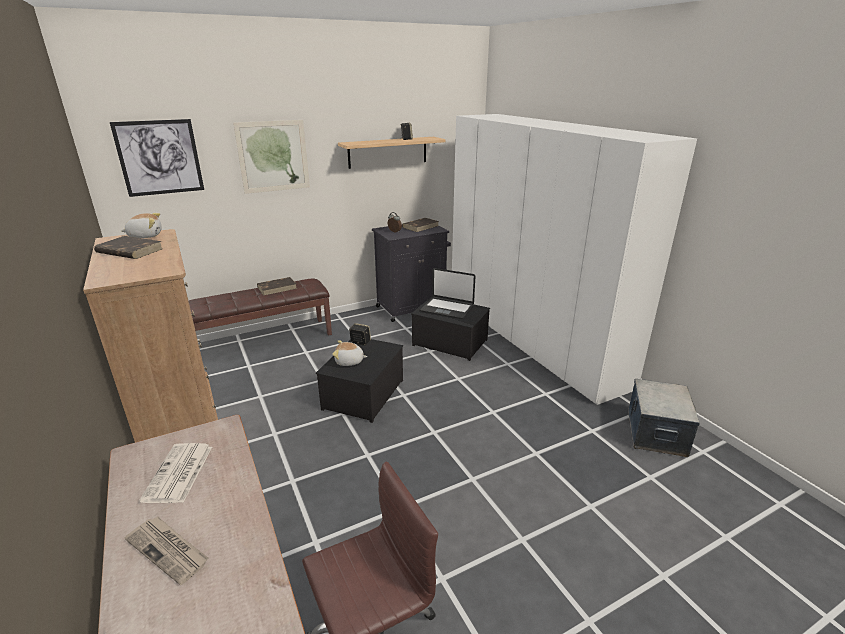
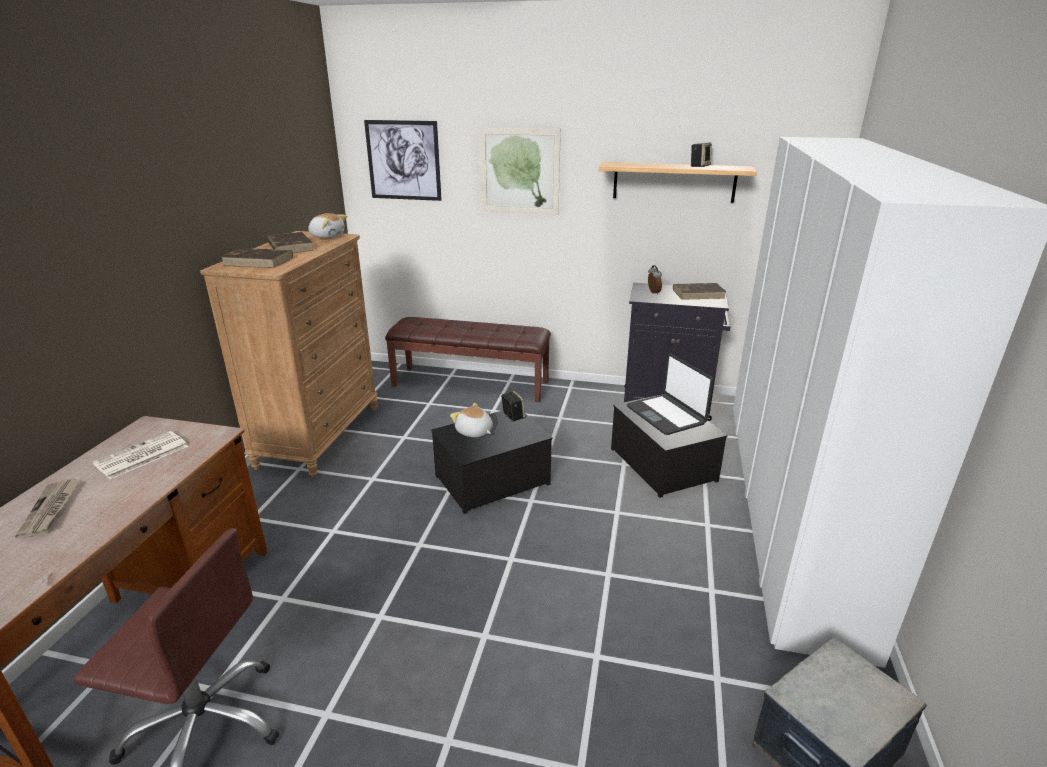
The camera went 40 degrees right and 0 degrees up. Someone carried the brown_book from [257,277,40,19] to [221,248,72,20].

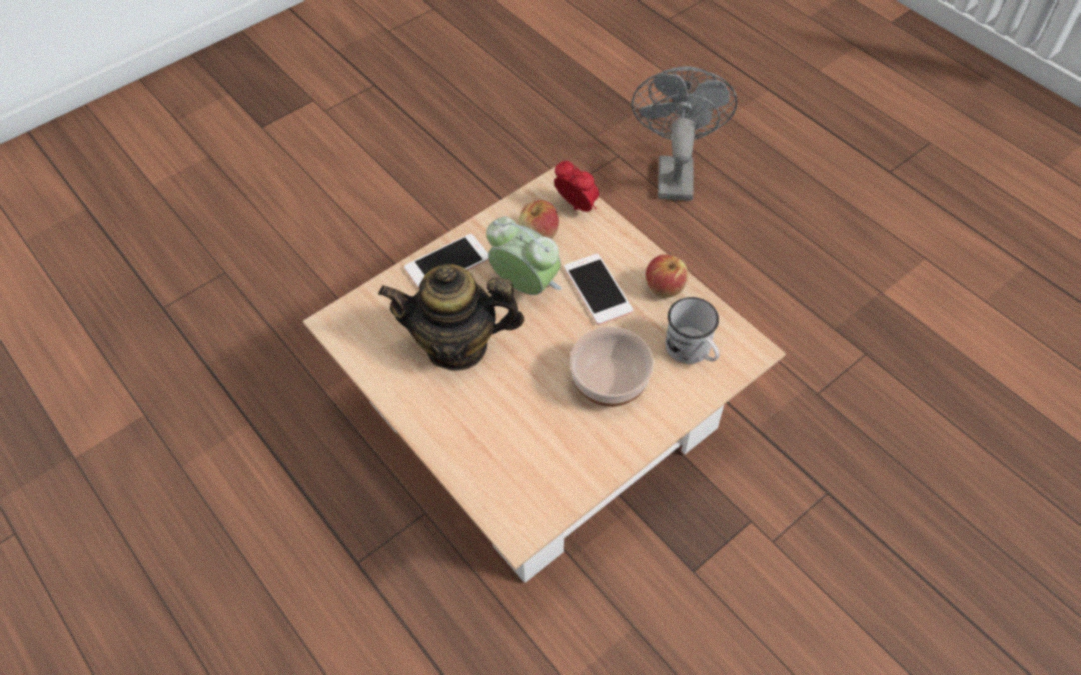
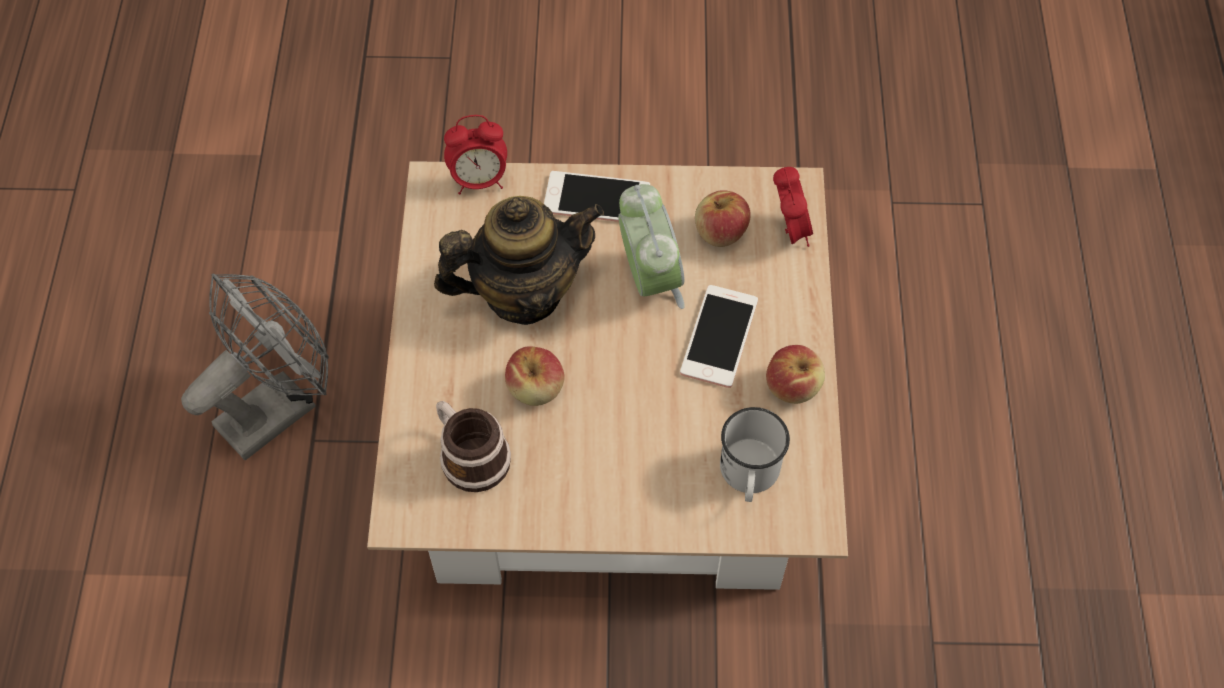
The camera went 40 degrees right and 5 degrees up. Someone took away the bowl at [570,327,84,80]. Someone put down the mug at [436,401,75,91]. Someone put down the alarm_clock at [444,115,63,80]. Someone put down the apple at [505,347,60,59]. Someone carried the grey_fan from [631,66,106,135] to [181,274,148,186]. Someone rotated the teapot at [379,264,146,107] by 120 degrees clockwise.

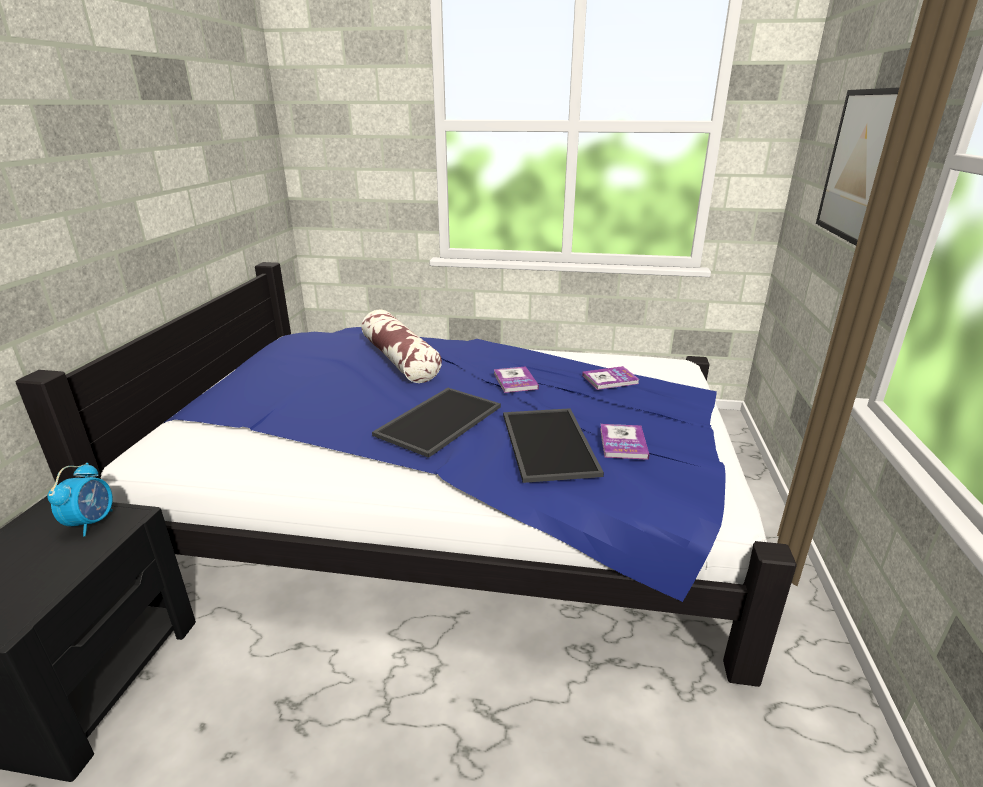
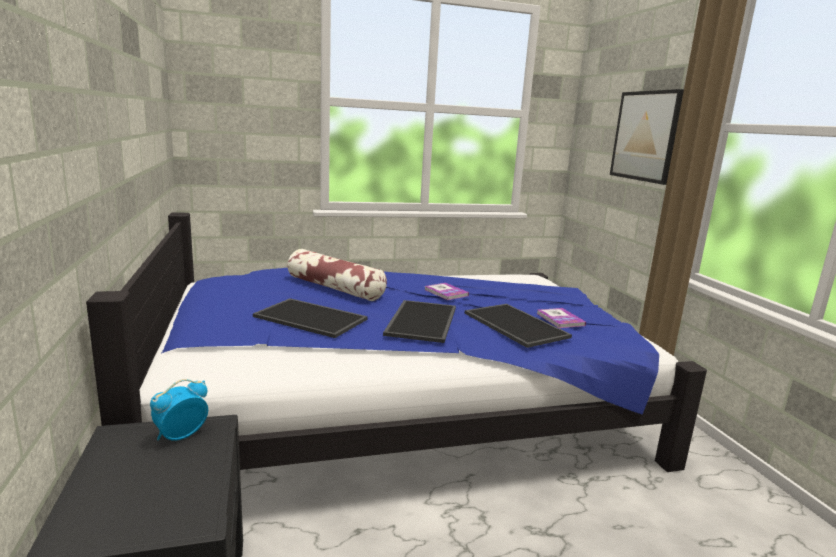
The camera went 25 degrees left and 10 degrees down. Someone took away the book at [582,366,58,24]. Someone put down the tray at [253,298,115,40]. Someone rotated the alarm_clock at [47,463,66,73] by 120 degrees counterclockwise.

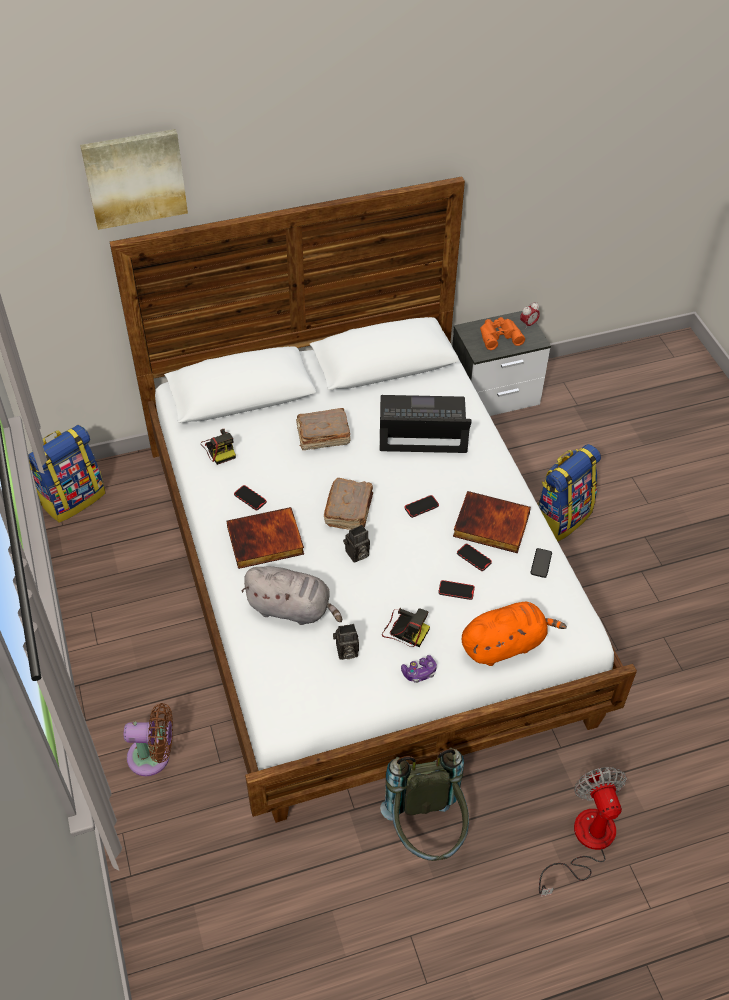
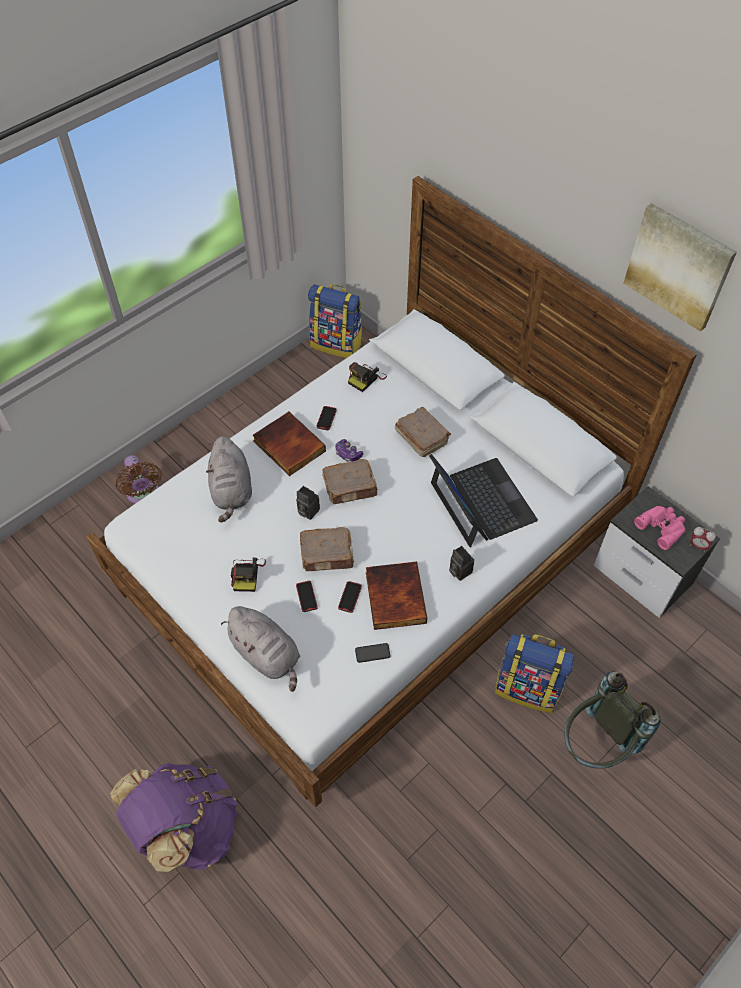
The camera went 65 degrees right and 5 degrees up. Someone took away the phone at [404,495,35,23]. Someone put down the brown_book at [300,527,54,44]. Someone carried the picture from [80,129,108,101] to [623,203,114,129]. Someone carried the photo_camera from [333,624,26,36] to [449,546,25,35]. Someone carried the grey_backpack from [380,748,89,113] to [564,671,97,98]. Someone carried the game_controller from [401,655,36,28] to [336,439,27,23]. Someone swapped the fan at [539,767,88,130] for the purple_backpack at [110,763,128,109]. Someone repainted the orange_plush_toy at [462,602,105,64], which became the grey_plush_toy at [221,606,79,86]. Someone repainted the orange_binoculars at [480,317,45,33], which became the pink_binoculars at [634,506,52,44].

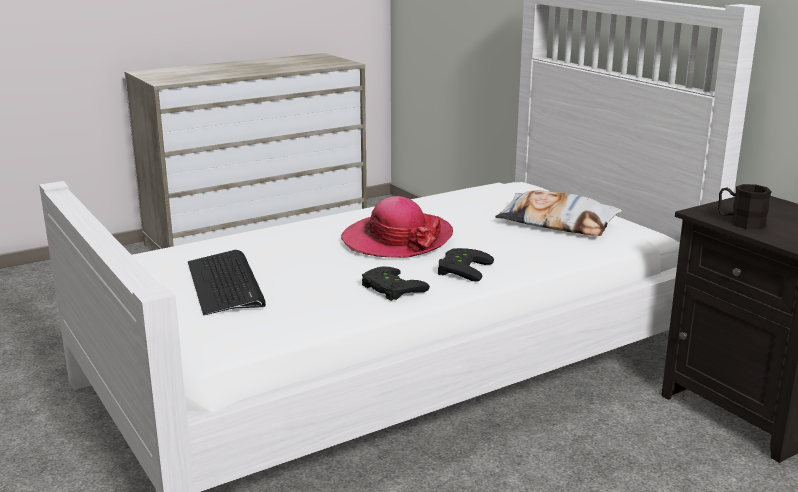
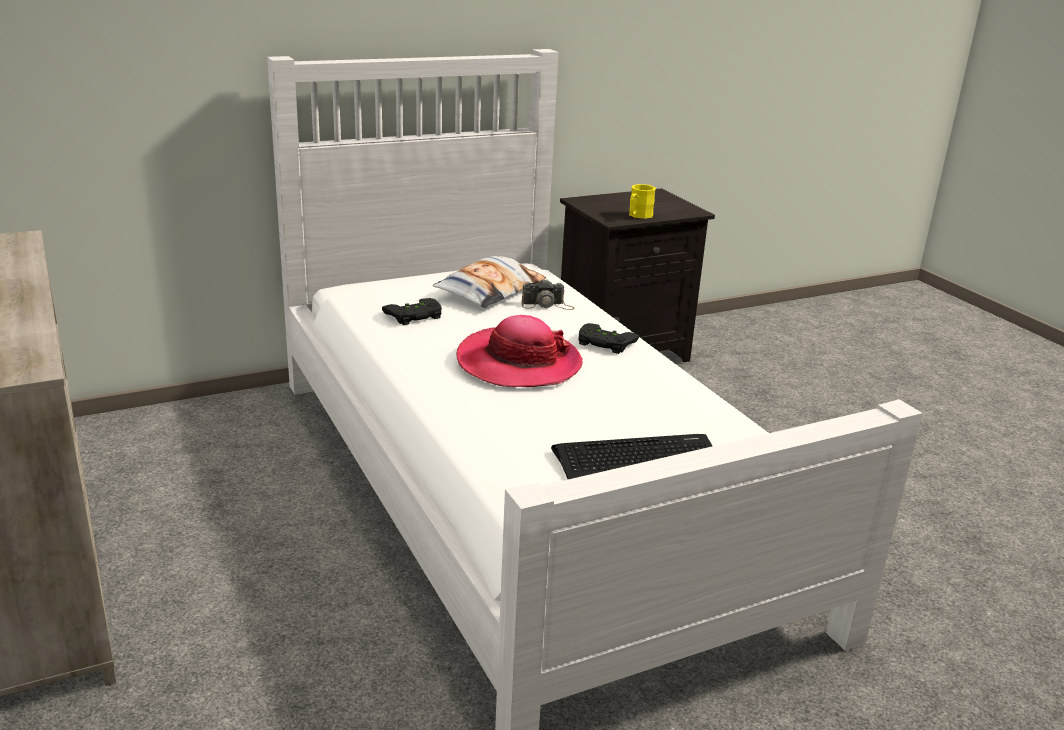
The camera went 85 degrees left and 5 degrees up. Someone put down the photo_camera at [522,279,53,31]. Someone carried the black_game_controller from [362,267,68,34] to [382,298,60,27]. Someone repainted the black_mug at [718,184,54,46], which became the yellow_mug at [629,184,27,35].

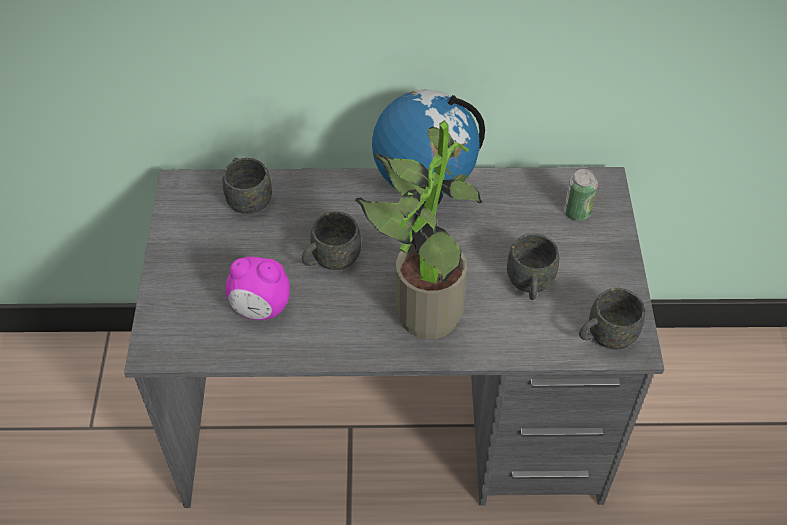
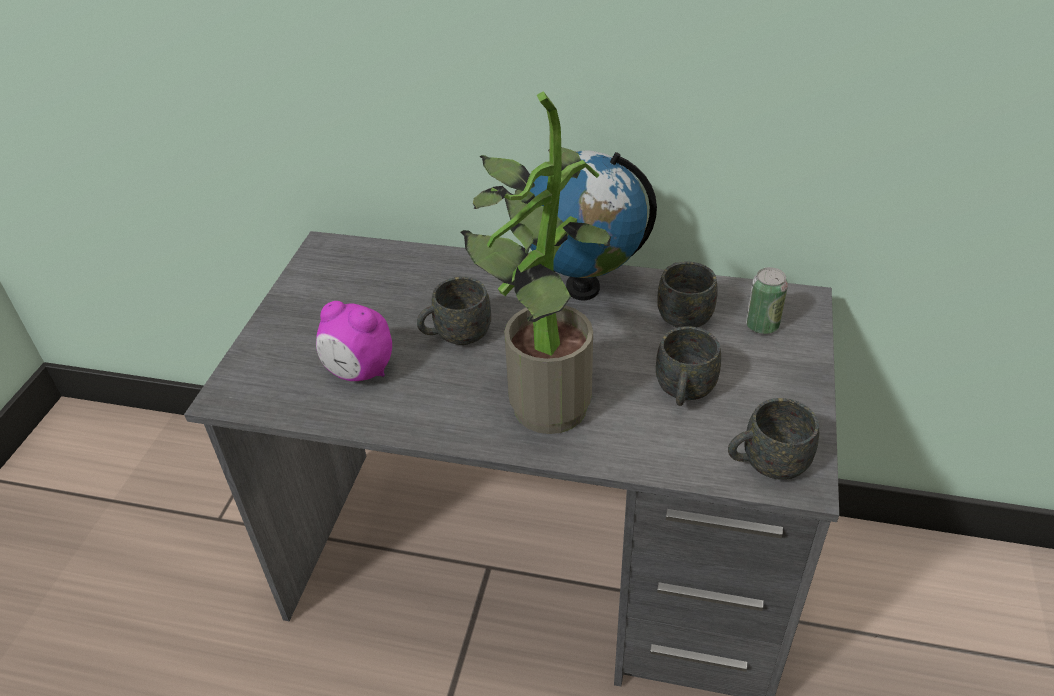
The camera went 15 degrees right and 10 degrees down. Someone carried the grey_mug from [222,158,50,56] to [657,261,61,67].

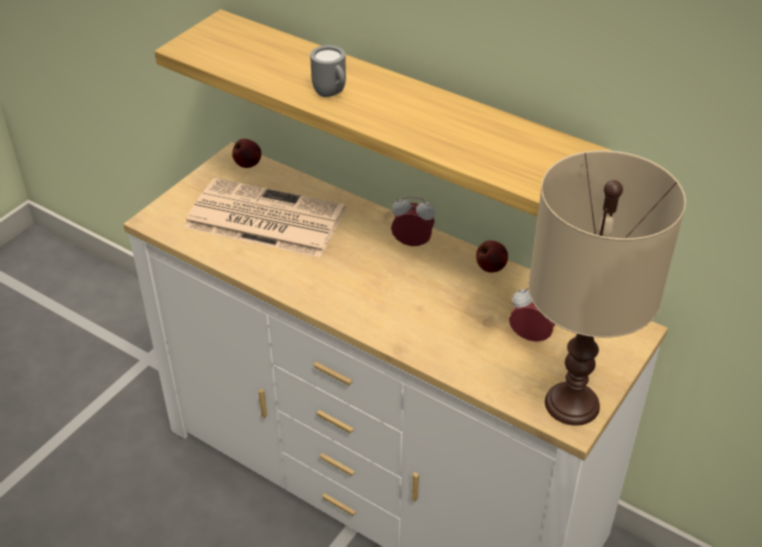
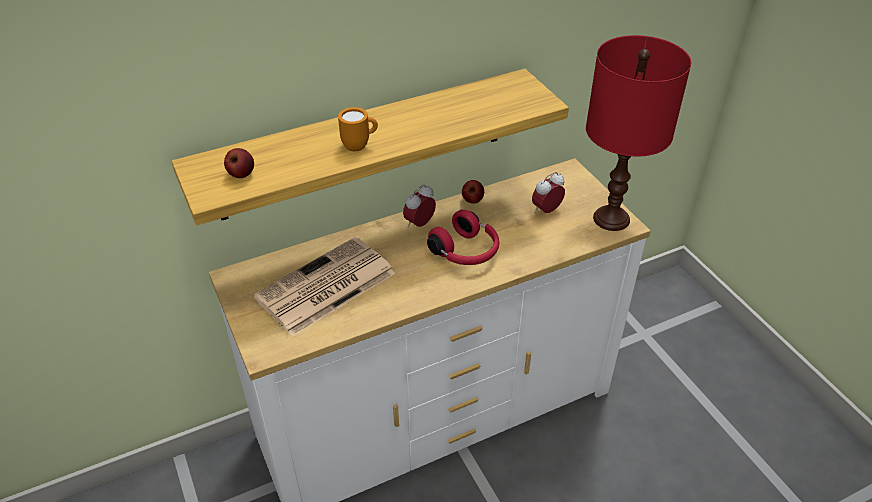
The camera went 60 degrees left and 0 degrees up. Someone put down the red_headphones at [427,209,72,56]. Someone carried the apple from [232,139,29,29] to [224,148,30,30]. Someone repainted the grey_mug at [310,45,36,52], which became the orange_mug at [338,107,40,44]. Someone repainted the beige_table_lamp at [528,150,158,276], which became the red_table_lamp at [586,35,105,196].

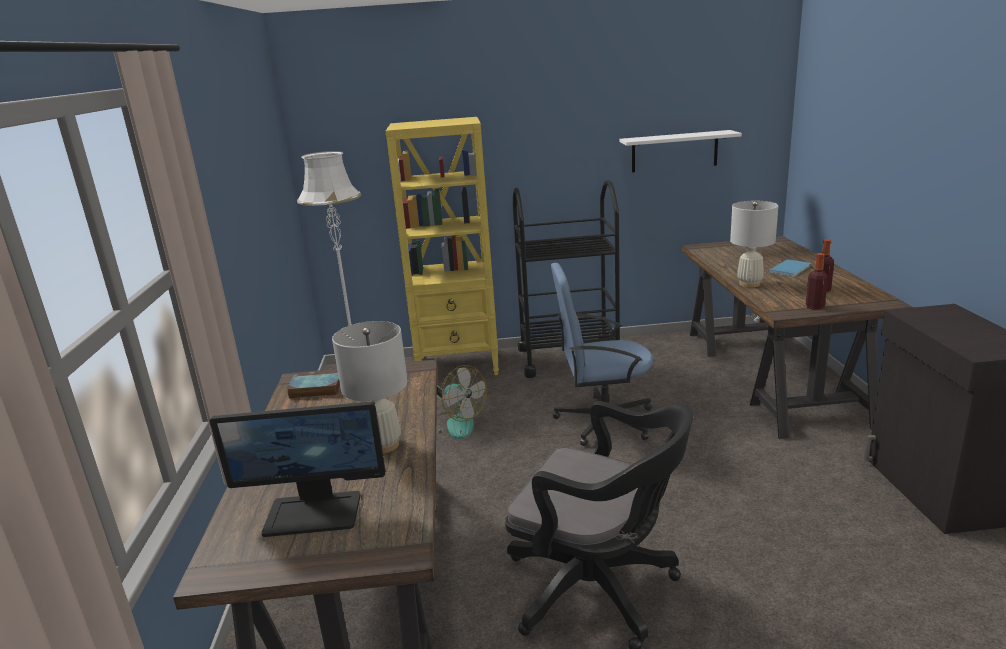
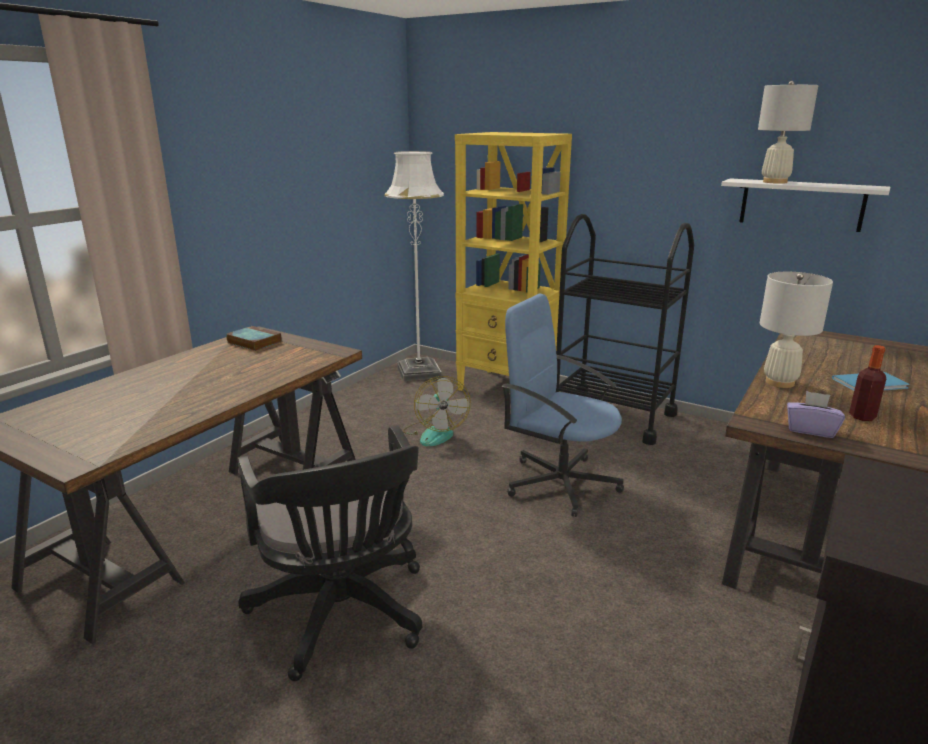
The camera went 35 degrees right and 0 degrees up. Someone took away the monitor at [210,402,175,135]. Someone carried the white_table_lamp from [332,321,76,133] to [758,81,60,103]. Someone swapped the bottle at [806,253,22,56] for the purple_tissue_box at [787,391,58,47].

